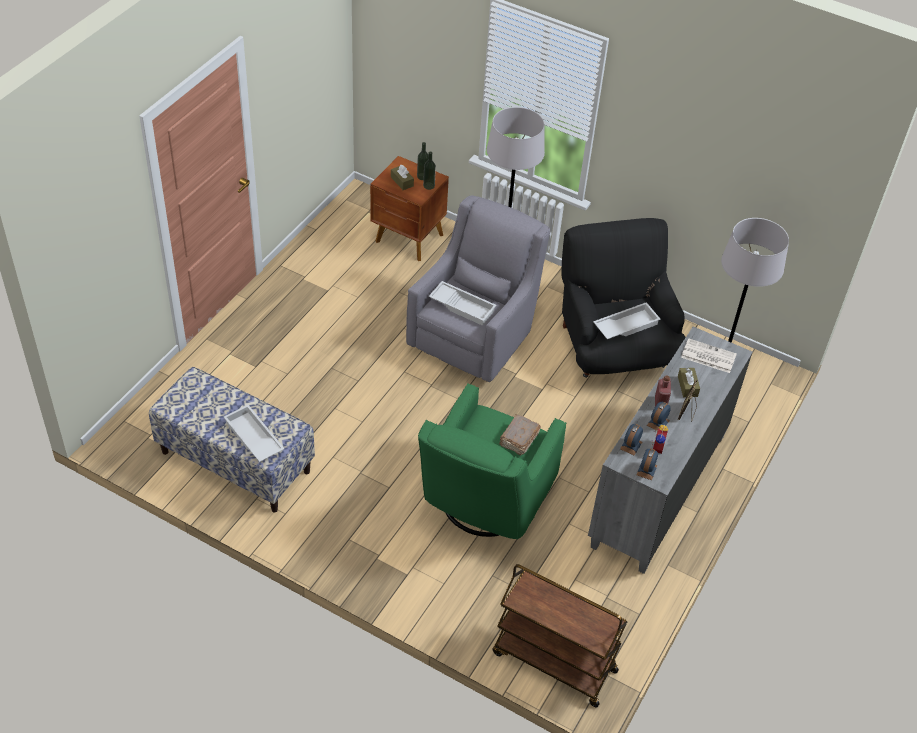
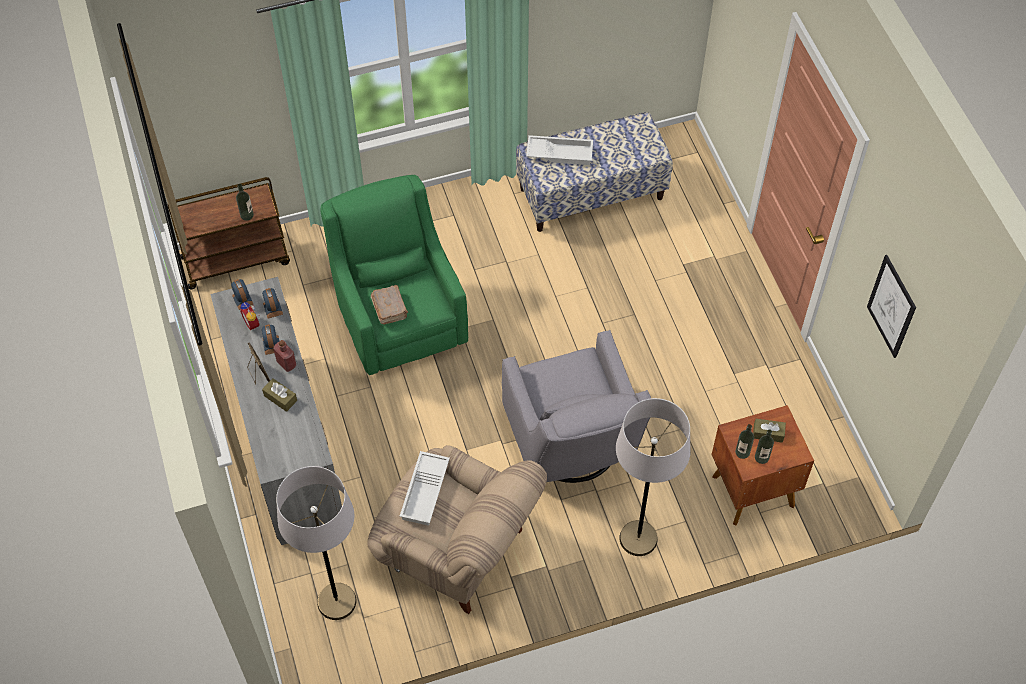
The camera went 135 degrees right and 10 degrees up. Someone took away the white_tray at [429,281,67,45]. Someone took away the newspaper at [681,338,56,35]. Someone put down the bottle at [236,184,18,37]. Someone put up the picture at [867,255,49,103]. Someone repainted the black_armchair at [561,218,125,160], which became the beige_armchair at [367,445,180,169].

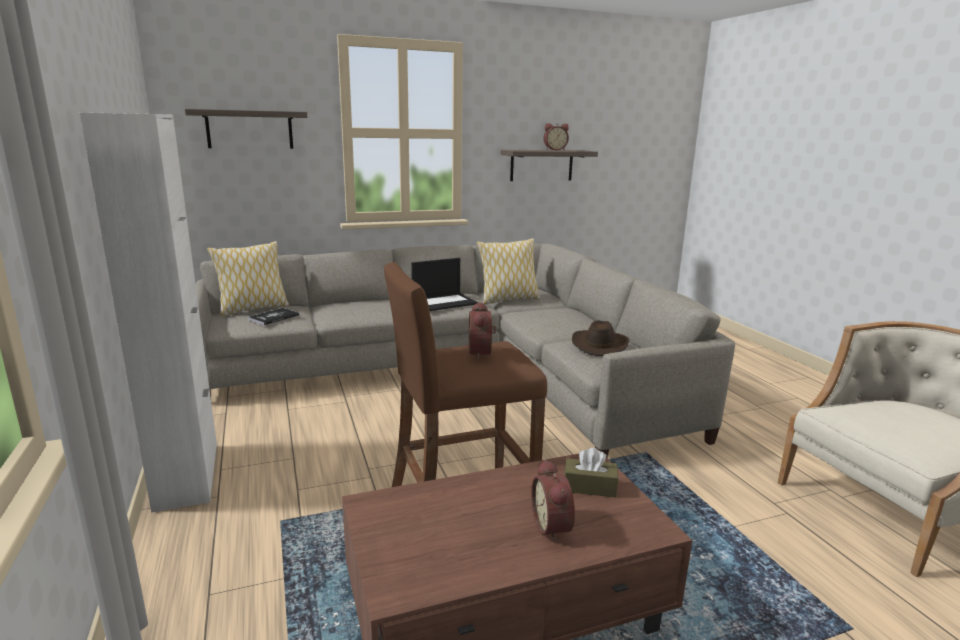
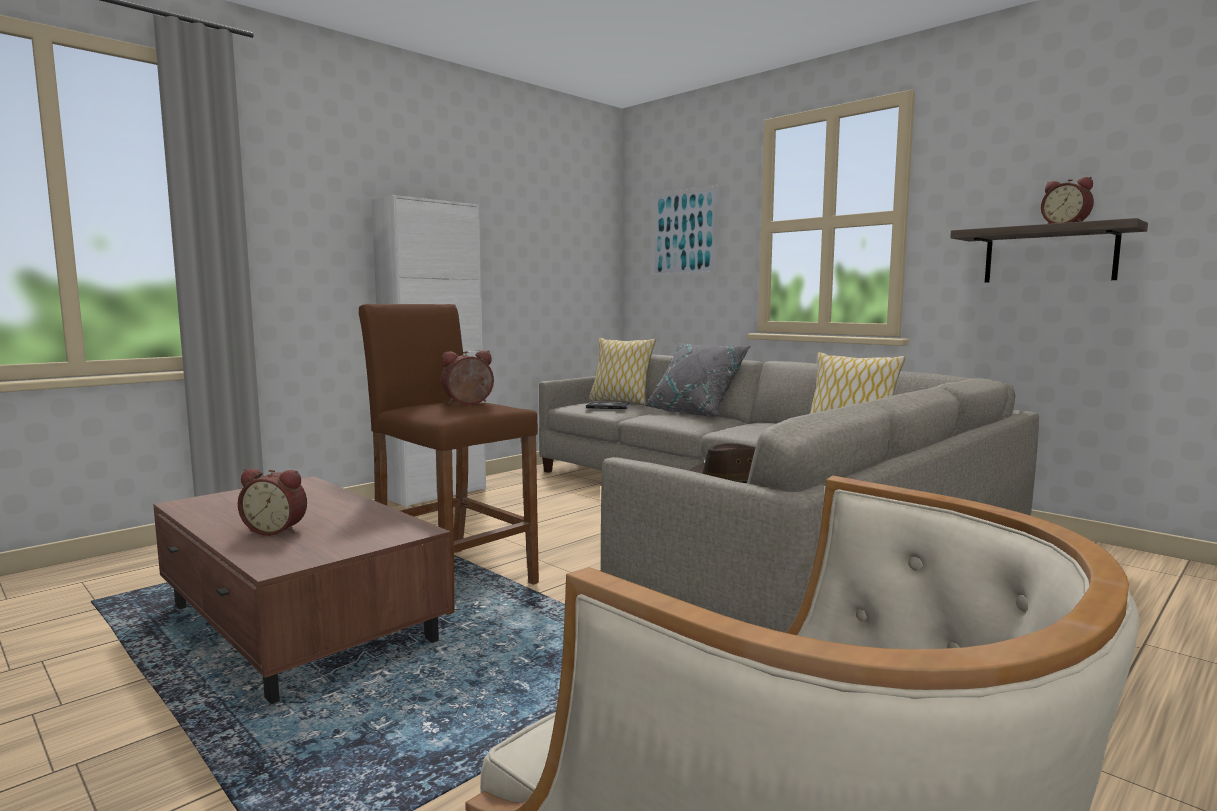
The camera went 65 degrees right and 10 degrees down. Someone took away the laptop at [411,258,67,53]. Someone took away the brown_tissue_box at [564,448,54,50]. Someone put down the grey_pillow at [644,342,107,75]. Someone swapped the shelf at [185,109,123,40] for the picture at [651,185,68,92]. Someone rotated the alarm_clock at [531,459,44,83] by 135 degrees counterclockwise.

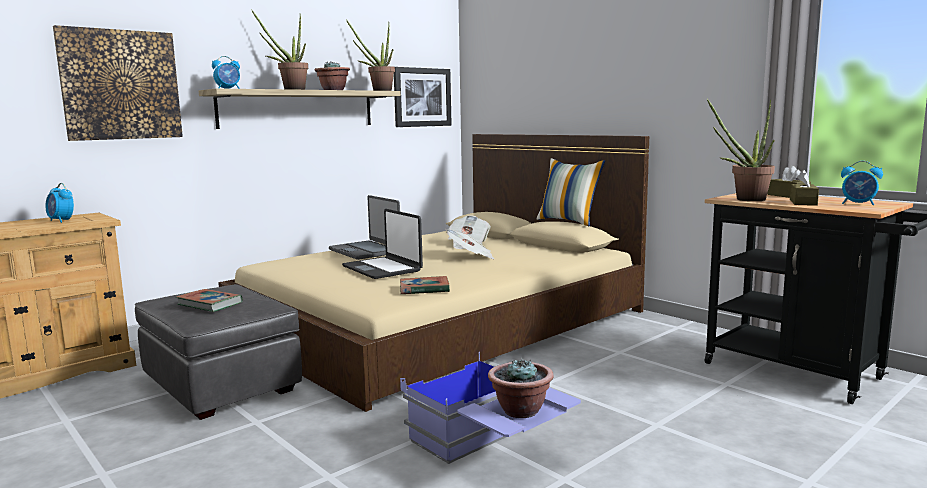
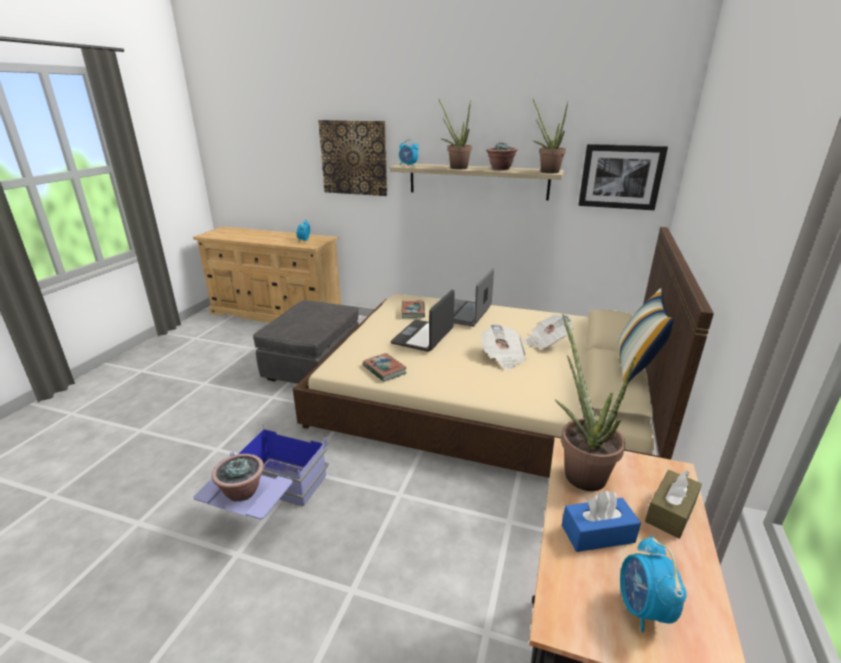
The camera went 60 degrees right and 15 degrees up. Someone carried the book from [176,289,67,23] to [401,300,24,18]. Someone repainted the brown_tissue_box at [790,170,29,36], which became the blue_tissue_box at [562,491,79,61].

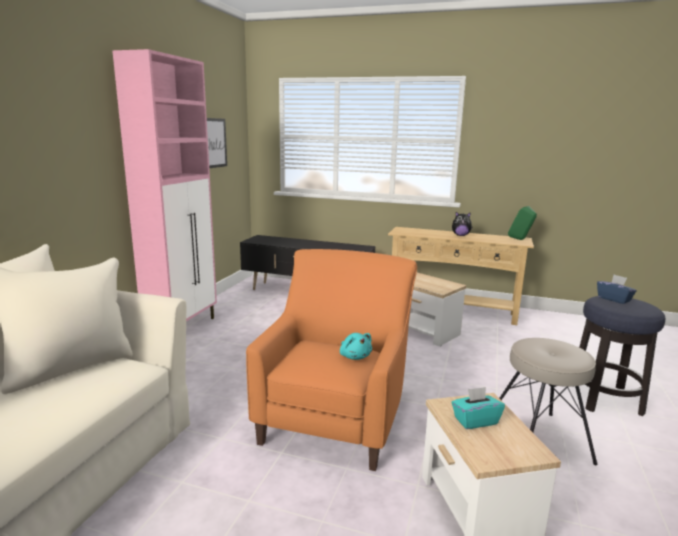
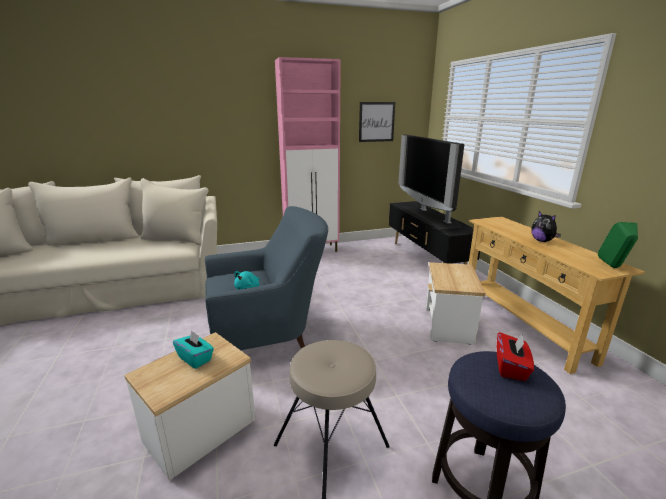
The camera went 55 degrees right and 5 degrees up. Someone put down the television at [398,134,66,96]. Someone repainted the orange_armchair at [246,249,171,222], which became the blue_armchair at [205,206,123,144]. Someone repainted the blue_tissue_box at [597,275,40,29], which became the red_tissue_box at [497,332,37,49].

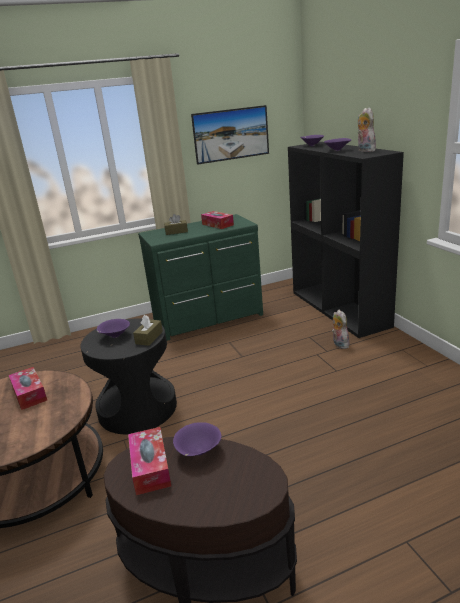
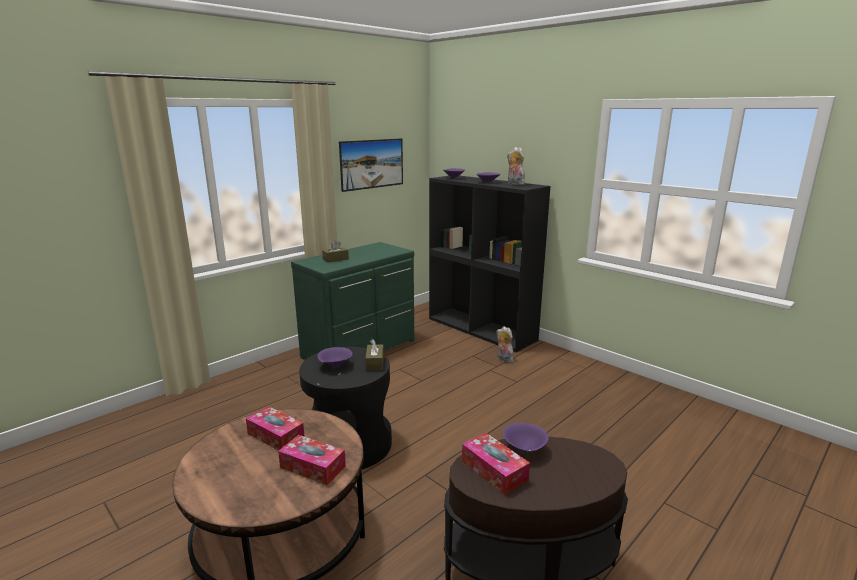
The camera went 25 degrees left and 5 degrees down. Someone carried the tissue_box from [201,211,33,18] to [278,435,68,50].

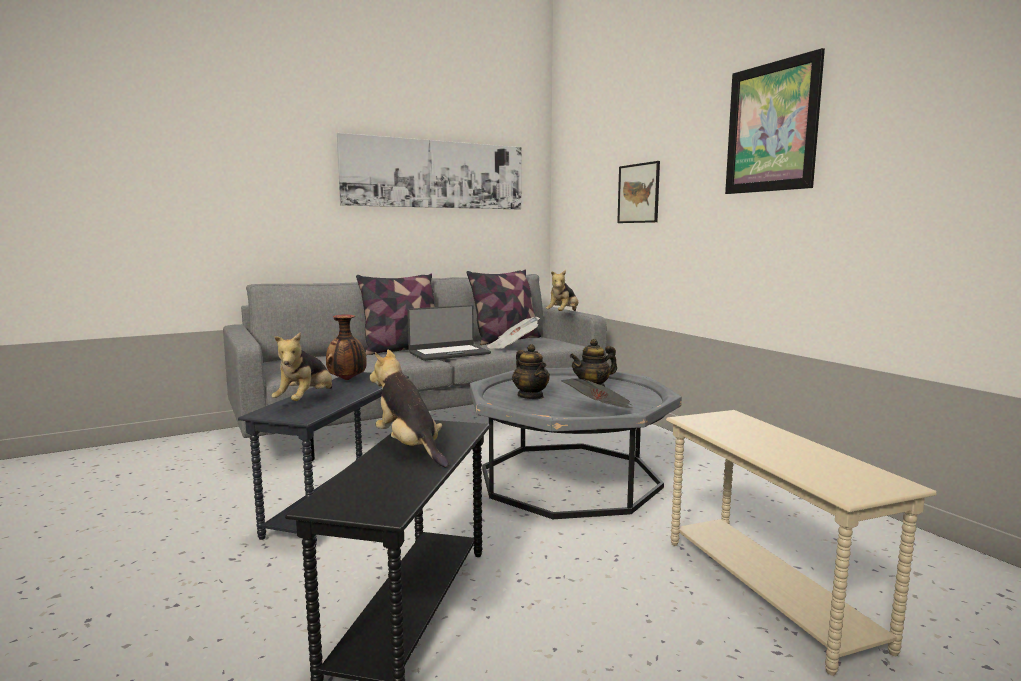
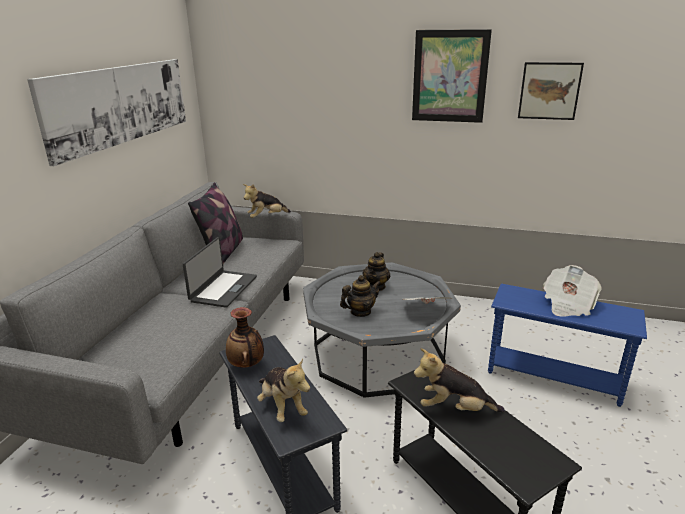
The camera went 45 degrees left and 15 degrees up. Someone took away the pillow at [356,274,78,81]. Someone carried the newspaper from [487,317,53,32] to [543,265,59,52]. Someone carried the picture from [617,161,43,62] to [518,62,66,58]. Someone repainted the beige_side_table at [666,410,271,266], which became the blue_side_table at [488,284,159,123]. Someone rotated the teapot at [512,344,38,55] by 45 degrees counterclockwise. Someone rotated the plush_toy at [546,270,32,41] by 75 degrees clockwise.

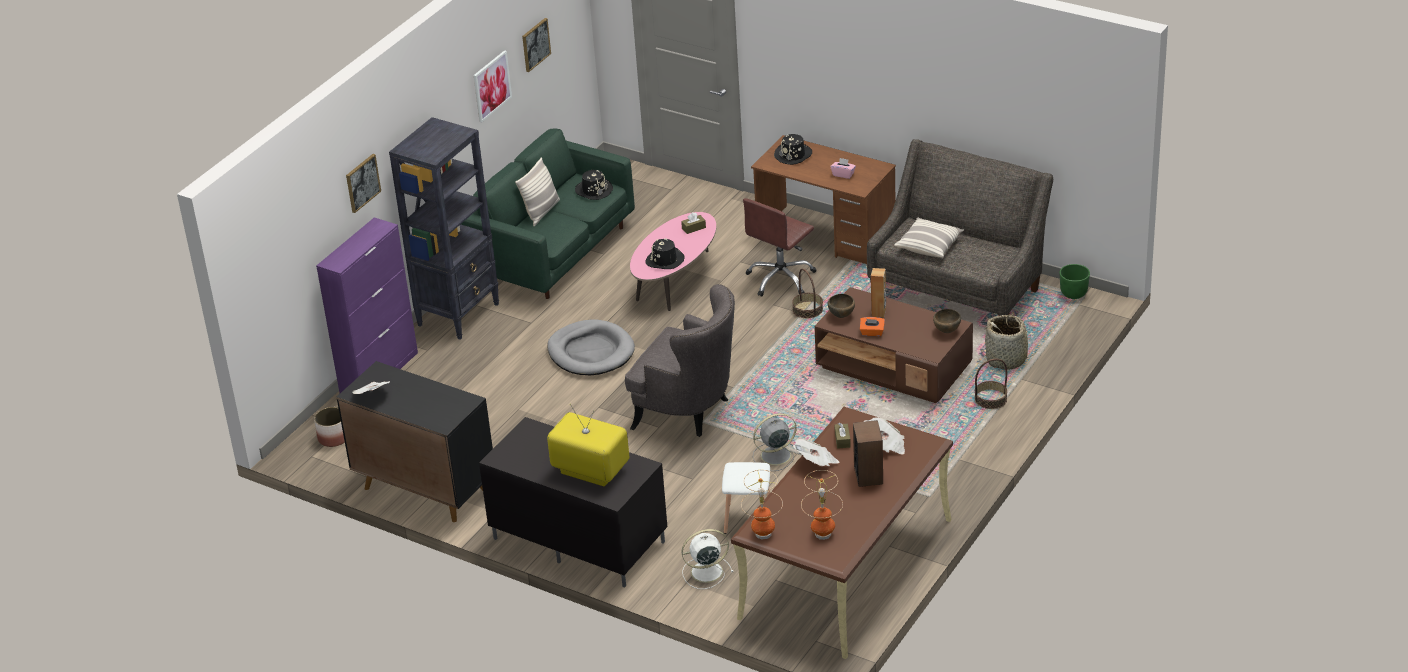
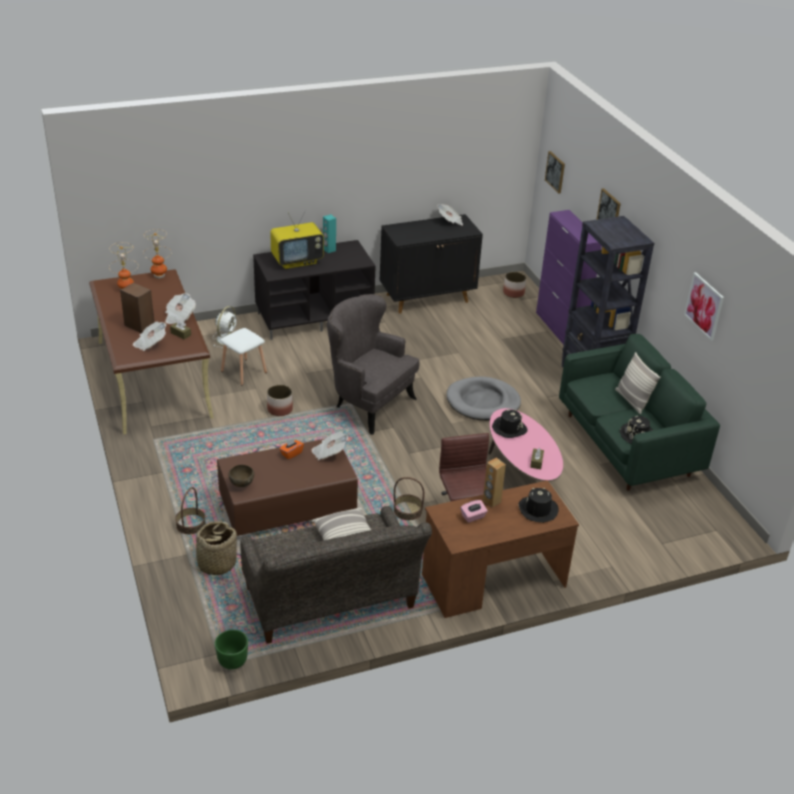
The camera went 125 degrees right and 0 degrees up. Someone put down the turquoise_speaker at [323,214,13,39]. Someone carried the picture from [522,18,29,54] to [545,151,20,42]. Someone carried the brown_speaker from [871,268,15,50] to [483,457,23,50]. Someone swapped the grey_fan at [753,413,48,58] for the planter at [267,385,26,31]. Someone swapped the brown_bowl at [828,294,27,24] for the newspaper at [311,431,37,29]. Someone rotated the grey_armchair at [625,284,110,153] by 60 degrees clockwise.

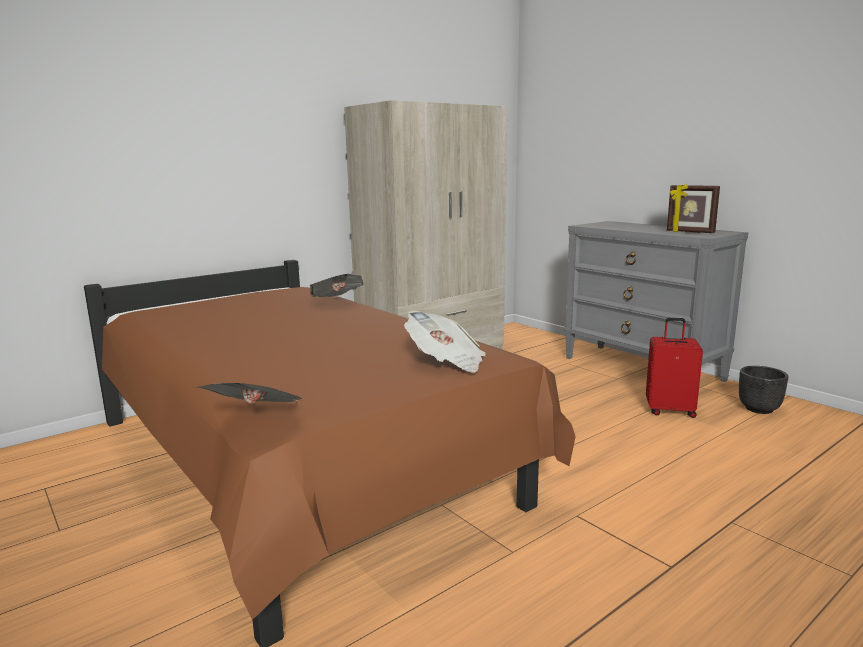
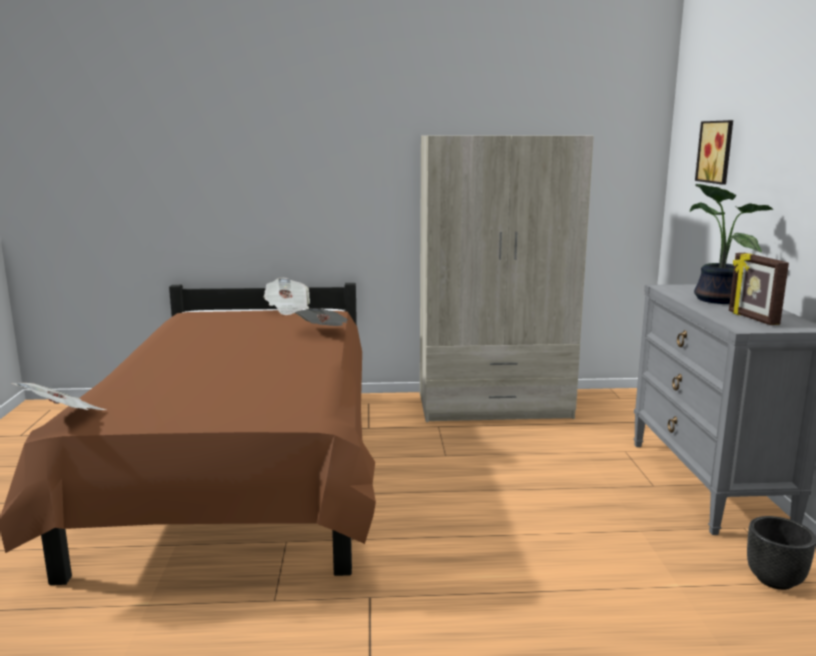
The camera went 35 degrees right and 0 degrees up. Someone took away the red_suitcase at [646,318,57,100]. Someone put down the potted_plant at [690,183,84,121]. Someone put up the picture at [695,120,38,65]. Someone carried the newspaper from [404,311,82,62] to [263,278,47,37].

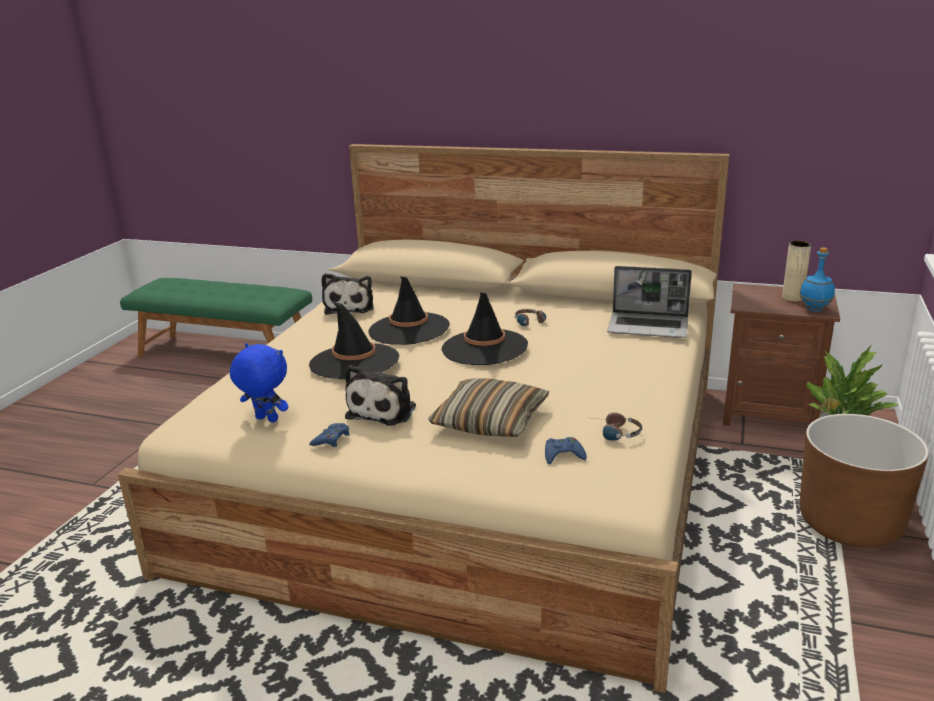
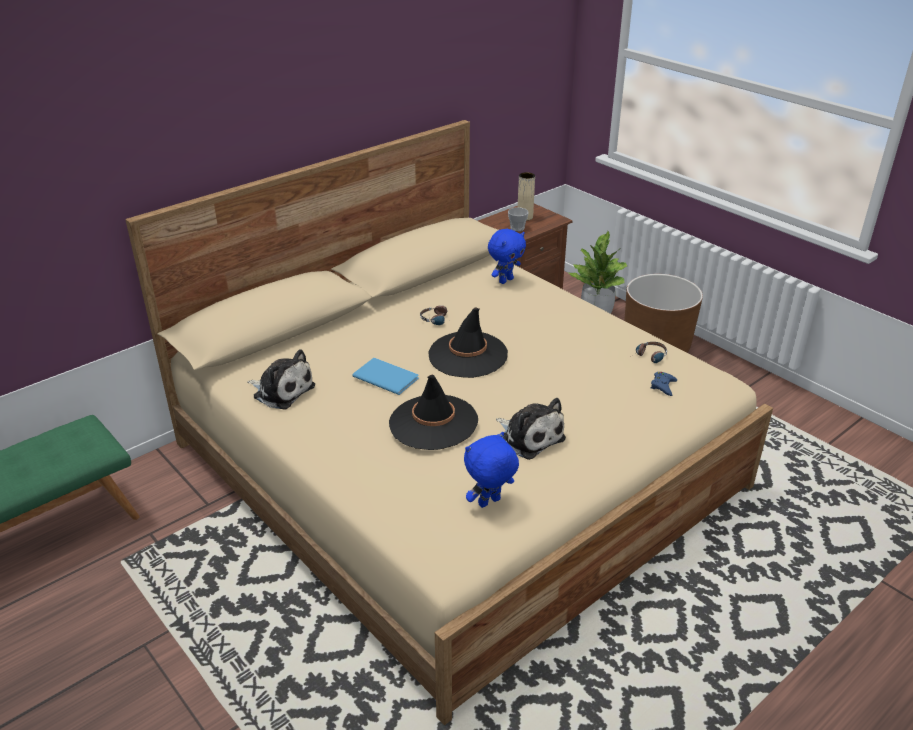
The camera went 60 degrees left and 10 degrees up. Someone took away the blue_game_controller at [309,423,41,24]. Someone took away the pillow at [428,378,121,59]. Someone took away the blue_bottle at [800,247,35,65]. Someone put down the cup at [508,207,21,24]. Someone swapped the black_hat at [368,277,82,68] for the blue_book at [352,358,67,37]. Someone swapped the laptop at [607,266,85,72] for the blue_plush_toy at [488,229,38,55].

